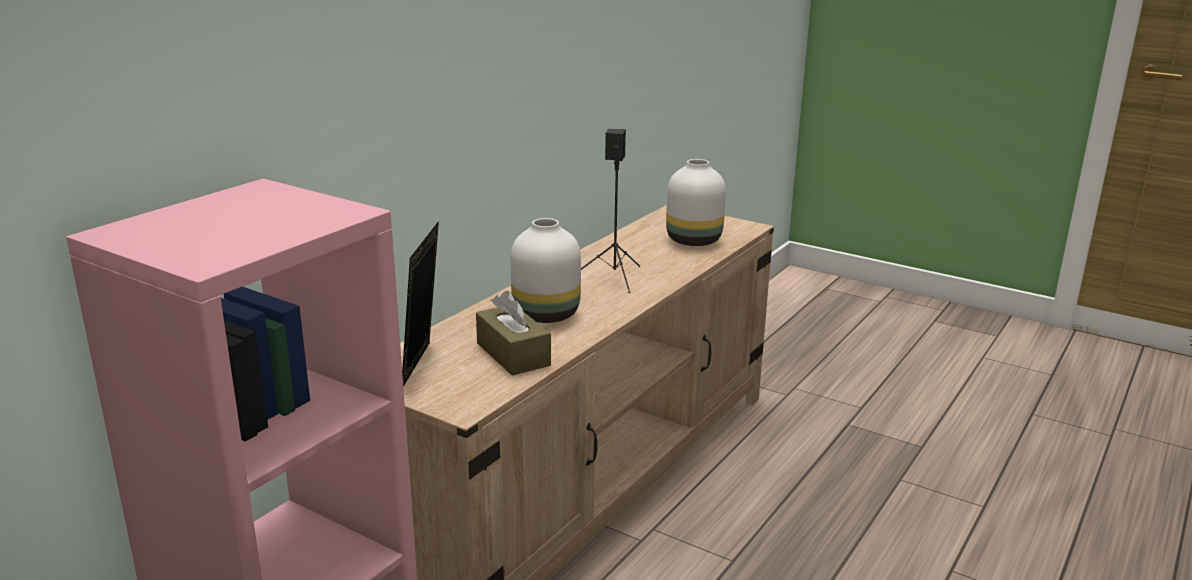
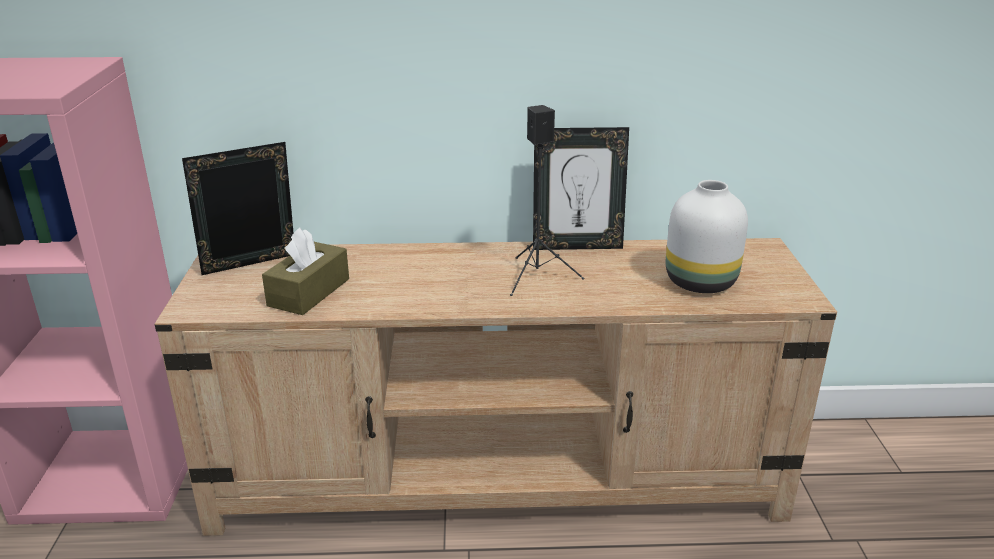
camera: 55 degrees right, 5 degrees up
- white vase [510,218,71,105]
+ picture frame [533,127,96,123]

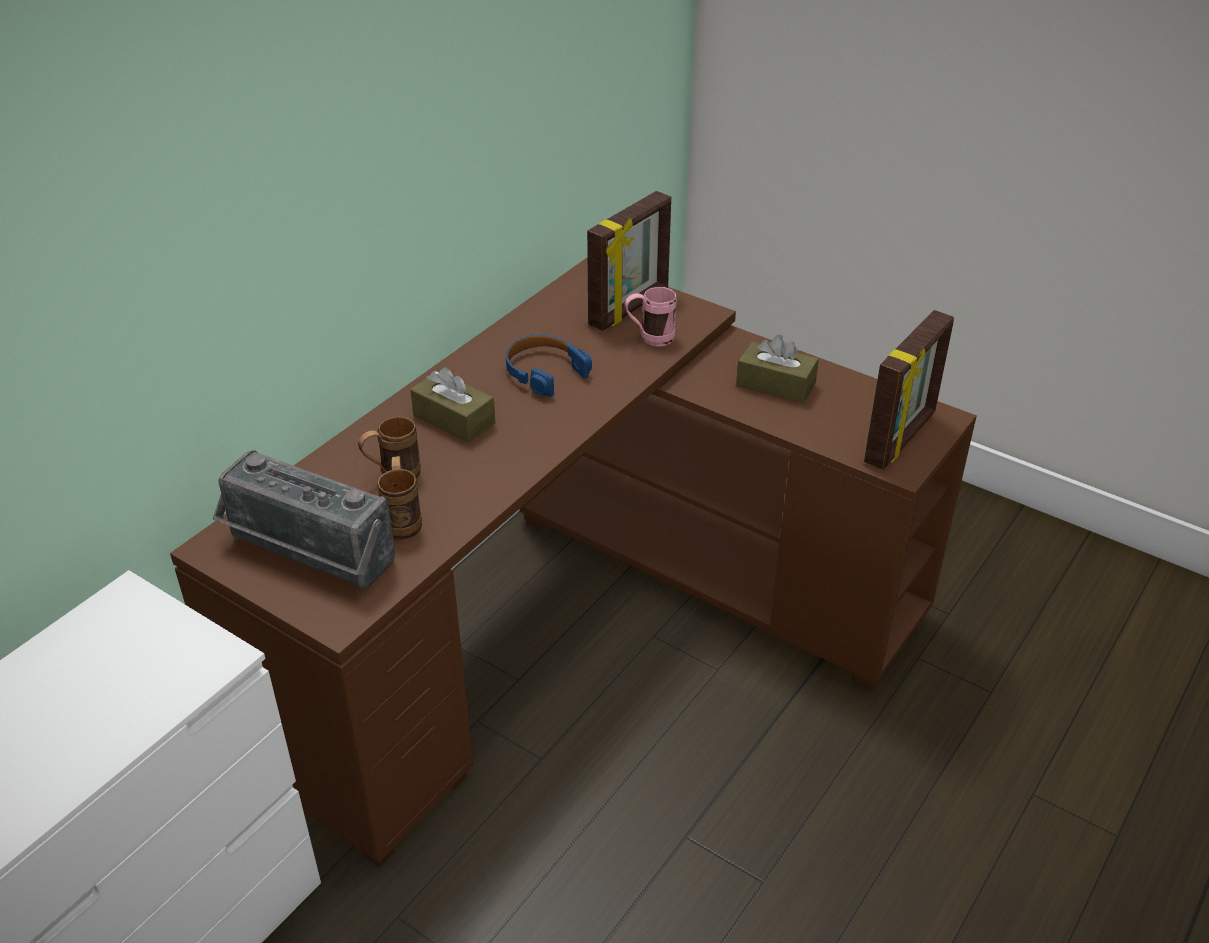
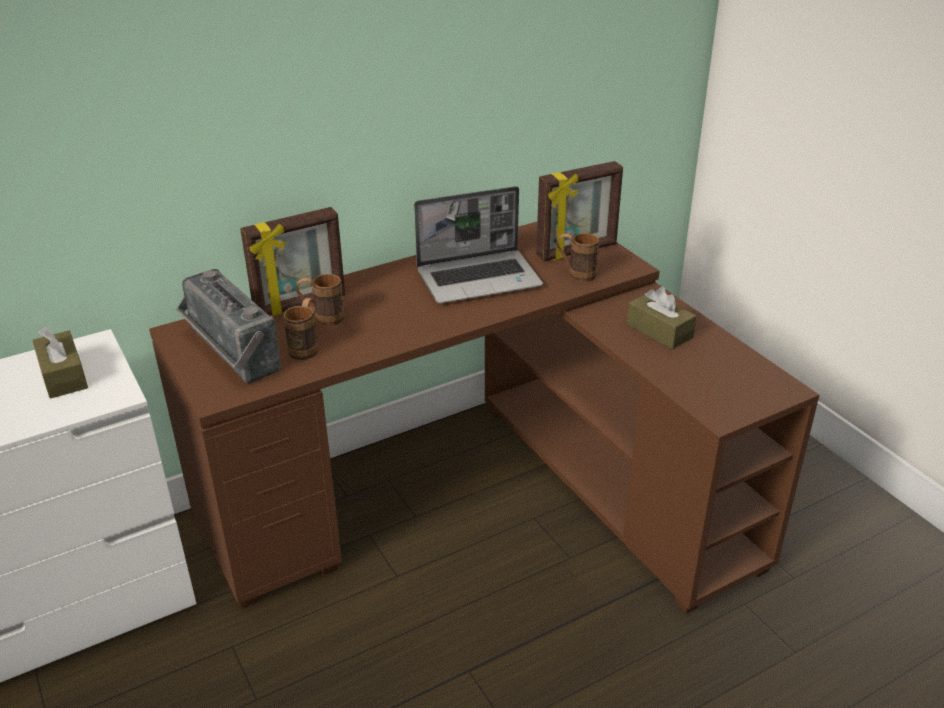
camera: 25 degrees right, 5 degrees down
~ brown tissue box [410,367,86,76] to [32,327,56,72]
~ blue headphones [506,334,86,63] to laptop [414,186,129,117]
~ pink mug [625,287,52,60] to brown mug [557,233,42,49]
~ picture frame [864,310,90,160] to [240,207,105,109]

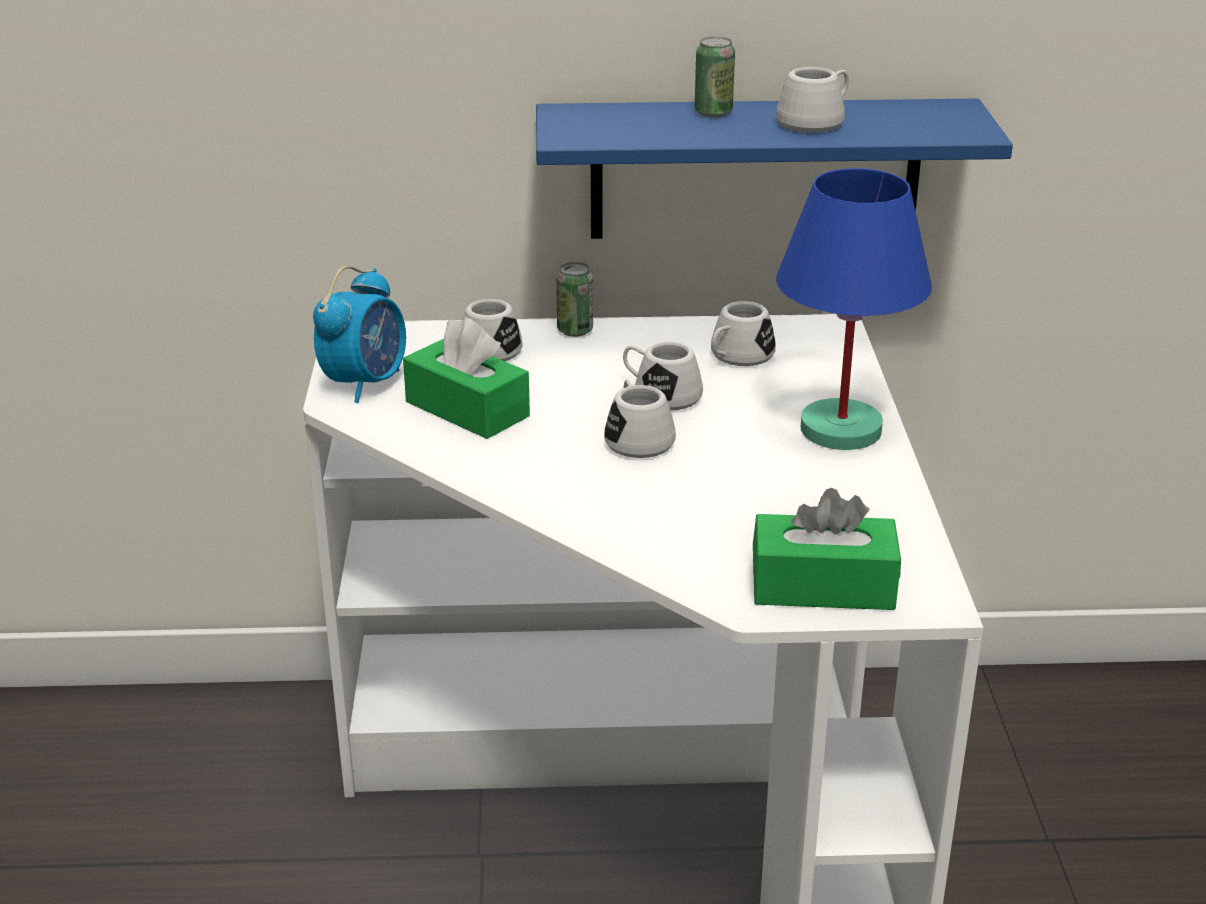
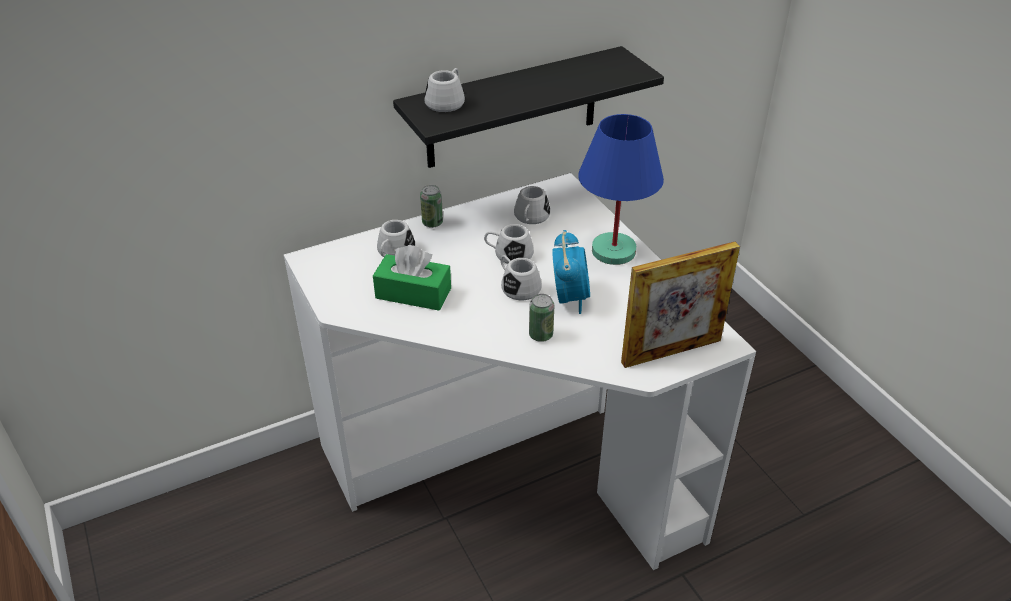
camera: 25 degrees left, 10 degrees up
~ alarm clock [313,266,93,137] to [552,230,38,84]
~ blue shelf [536,99,477,140] to black shelf [393,46,271,122]
~ can [695,37,40,80] to [529,294,25,48]
~ green tissue box [753,488,148,122] to picture frame [621,242,119,126]
~ white mug [776,67,73,65] to [424,68,41,44]

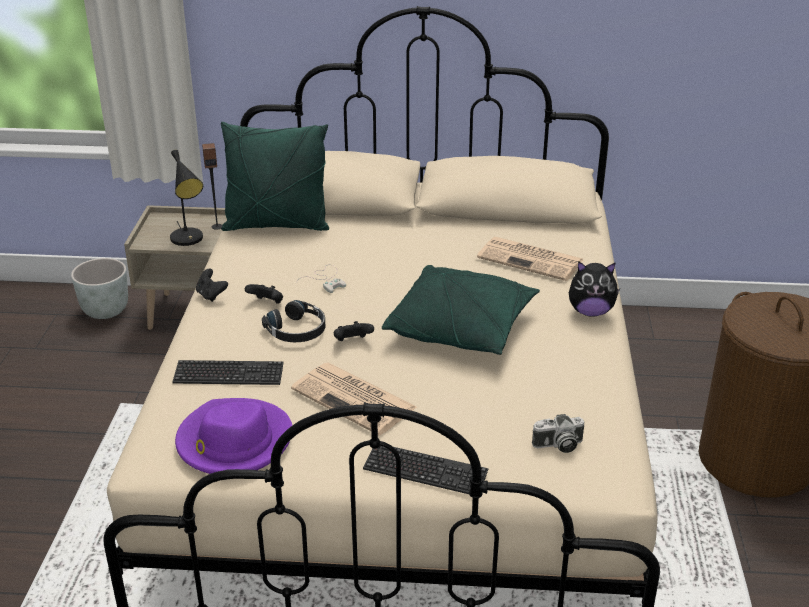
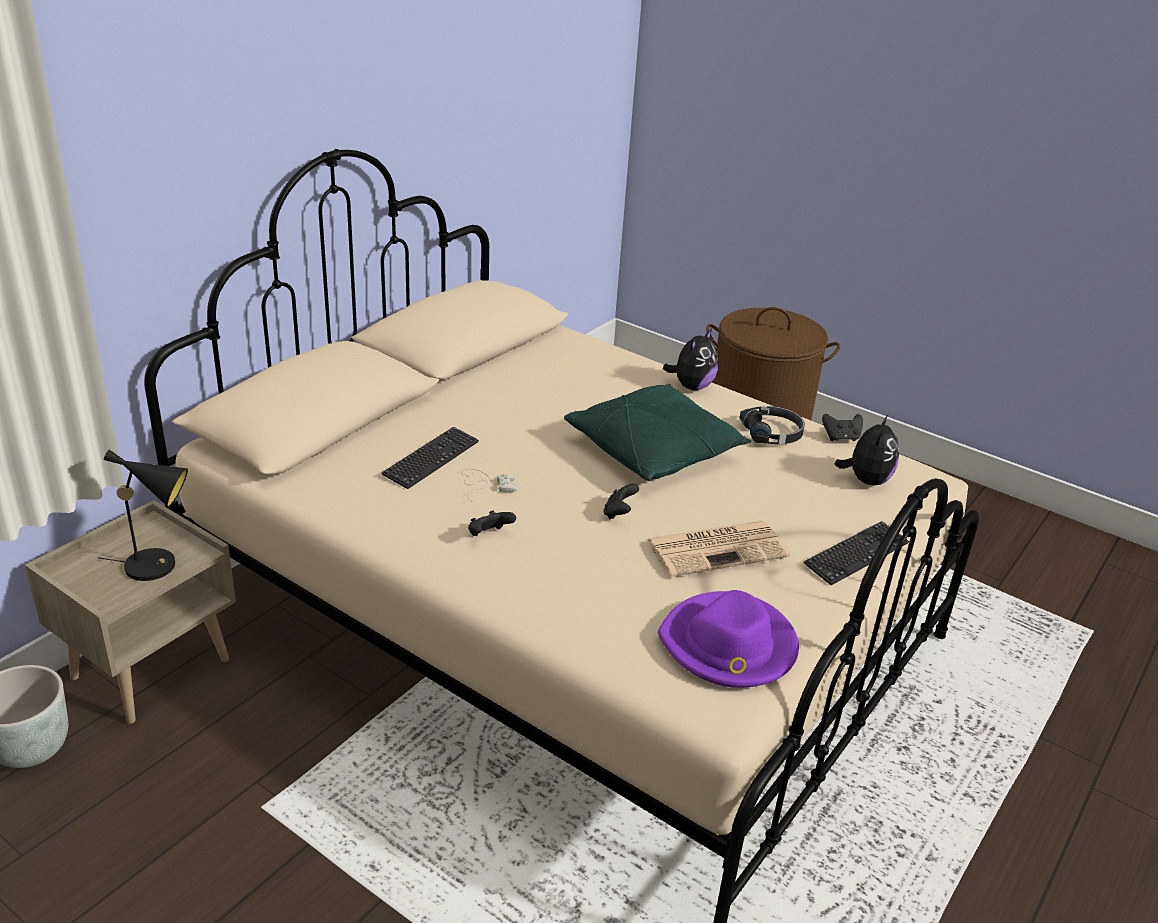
camera: 60 degrees left, 0 degrees up
~ keyboard [173,360,111,25] to [381,427,98,62]
~ black game controller [196,269,32,33] to [822,414,41,27]
- speaker [202,143,20,87]
- green pillow [221,122,108,109]
~ black headphones [262,300,63,42] to [739,406,66,38]
- newspaper [477,237,106,44]
~ photo camera [532,414,52,39] to plush toy [834,414,65,71]

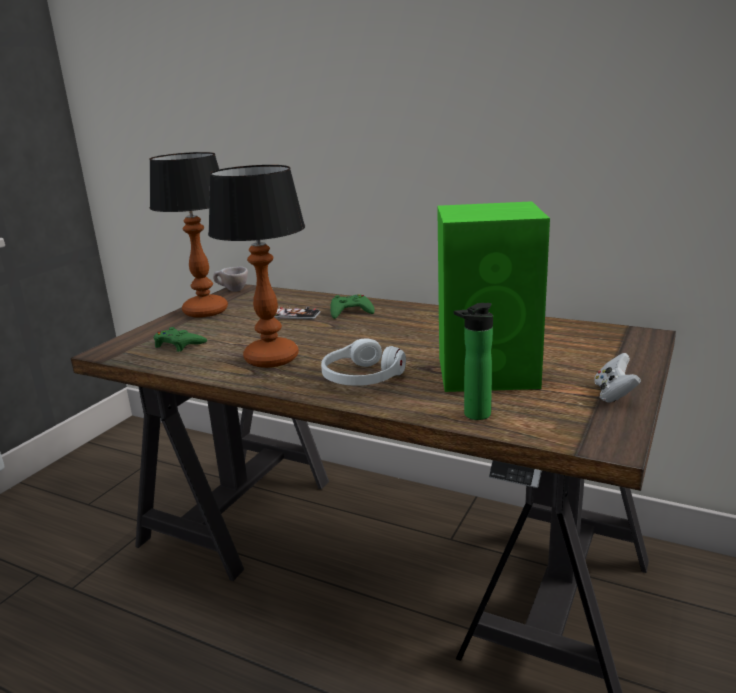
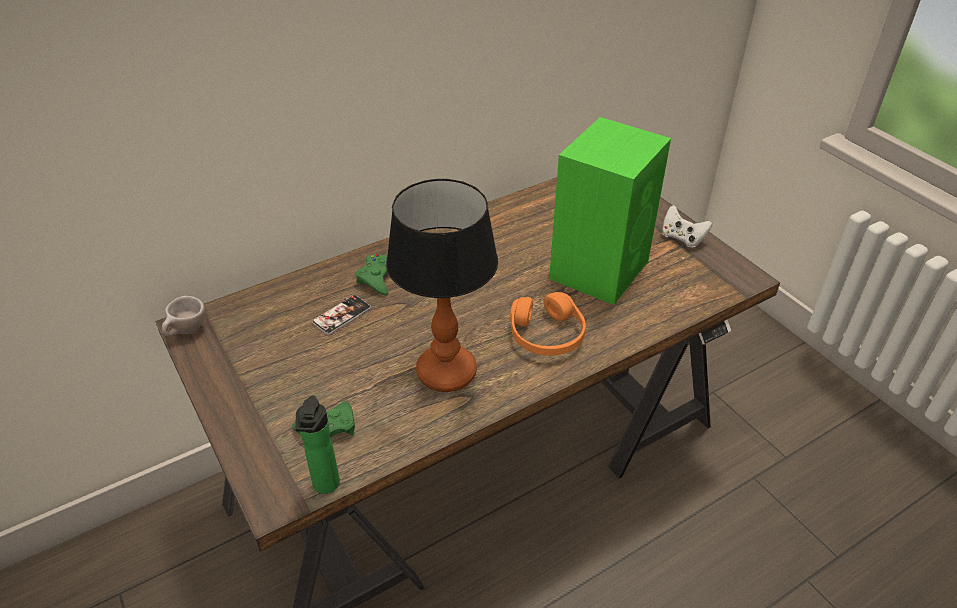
camera: 60 degrees left, 20 degrees up
- table lamp [149,152,79,166]
~ white headphones [321,339,85,47] to orange headphones [510,292,76,64]
~ bottle [454,303,39,117] to [295,395,45,99]

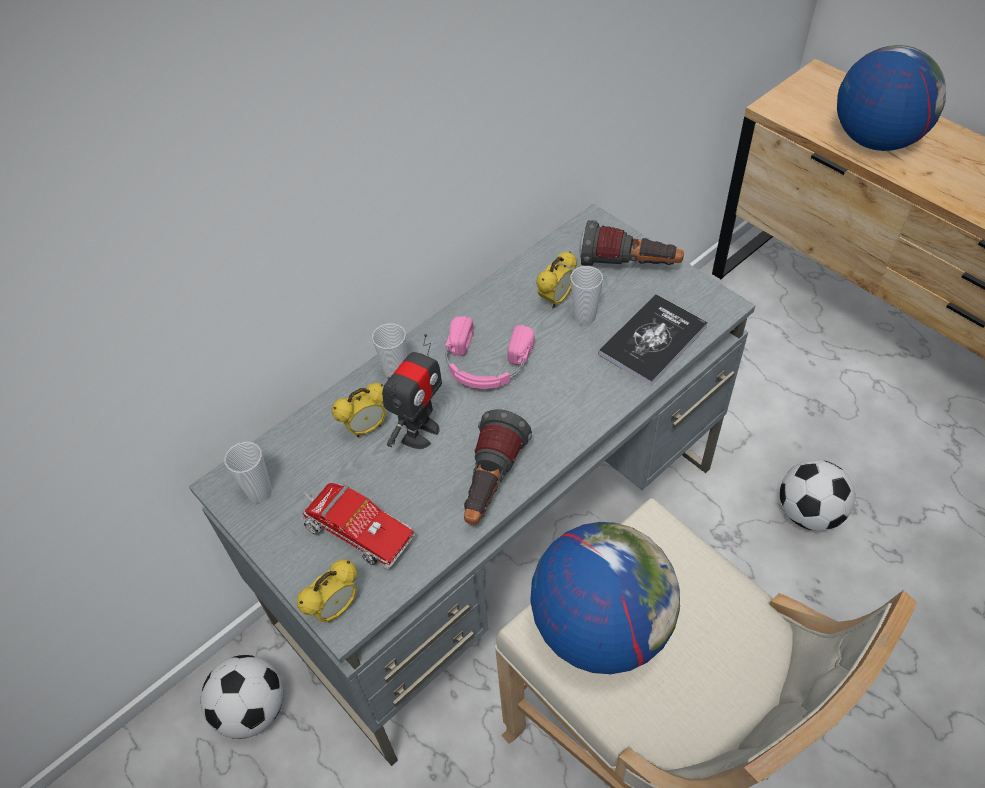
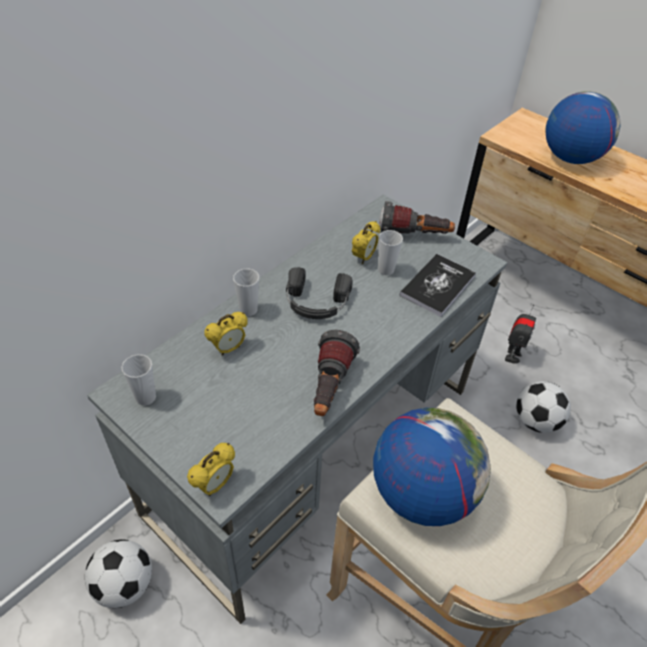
camera: 10 degrees left, 5 degrees down
- toy truck [301,483,114,86]
~ toy robot [382,334,60,115] to [505,305,31,59]
~ pink headphones [446,316,88,73] to black headphones [286,267,67,52]

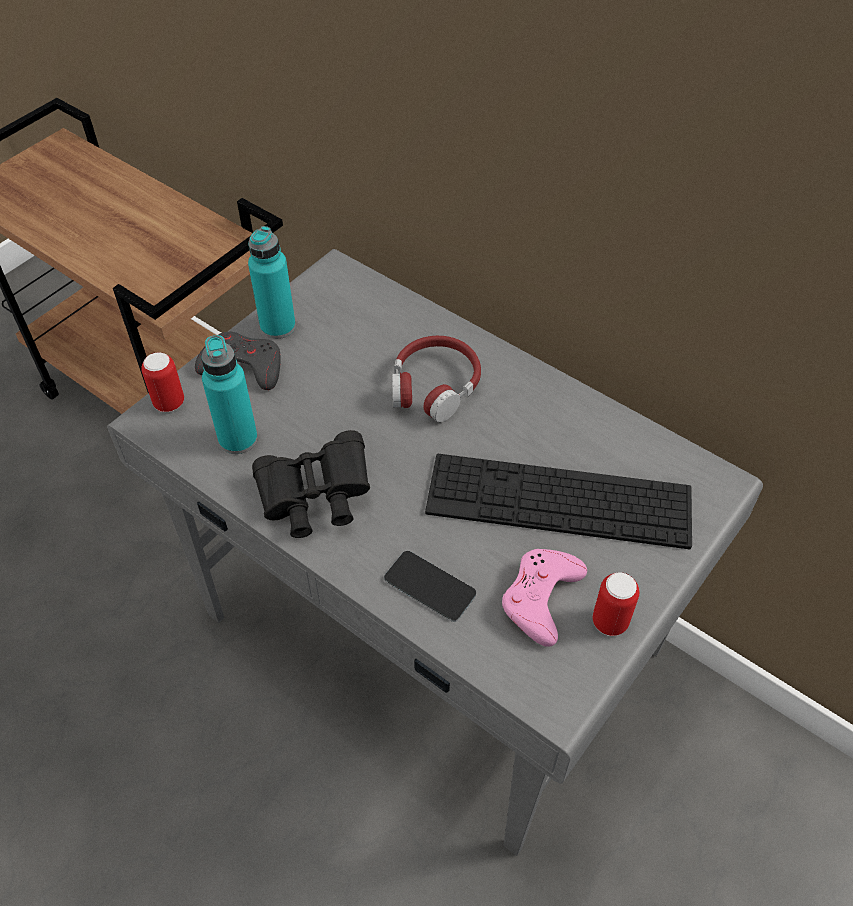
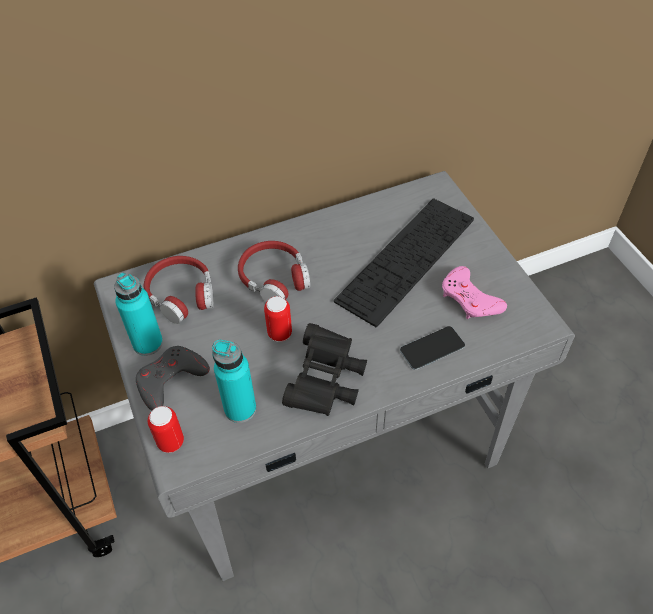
camera: 60 degrees left, 0 degrees up
~ can [592,572,47,64] to [264,296,28,46]
+ red headphones [144,256,70,68]

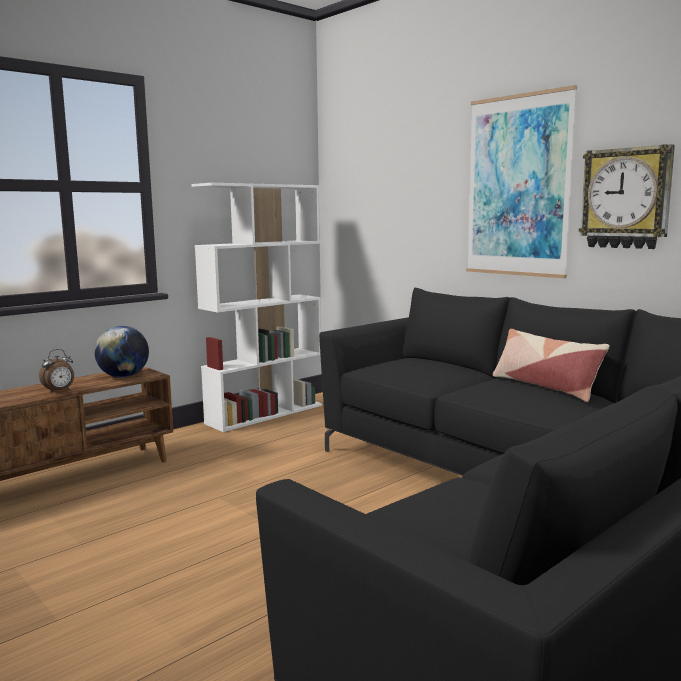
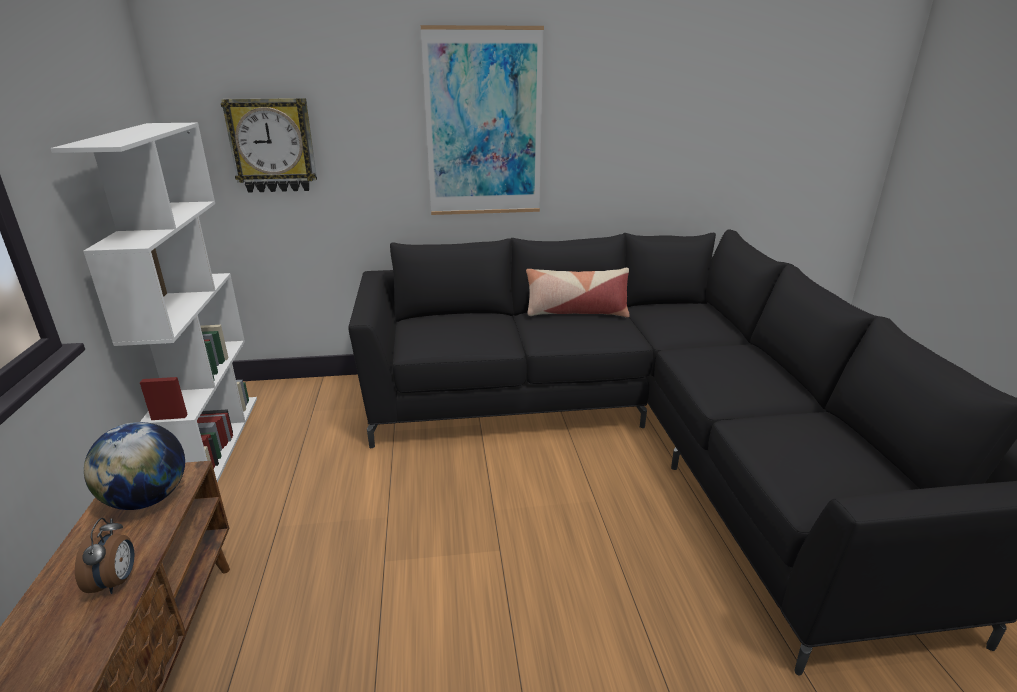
camera: 55 degrees left, 15 degrees up
~ wall clock [579,144,96,105] to [221,98,96,95]

